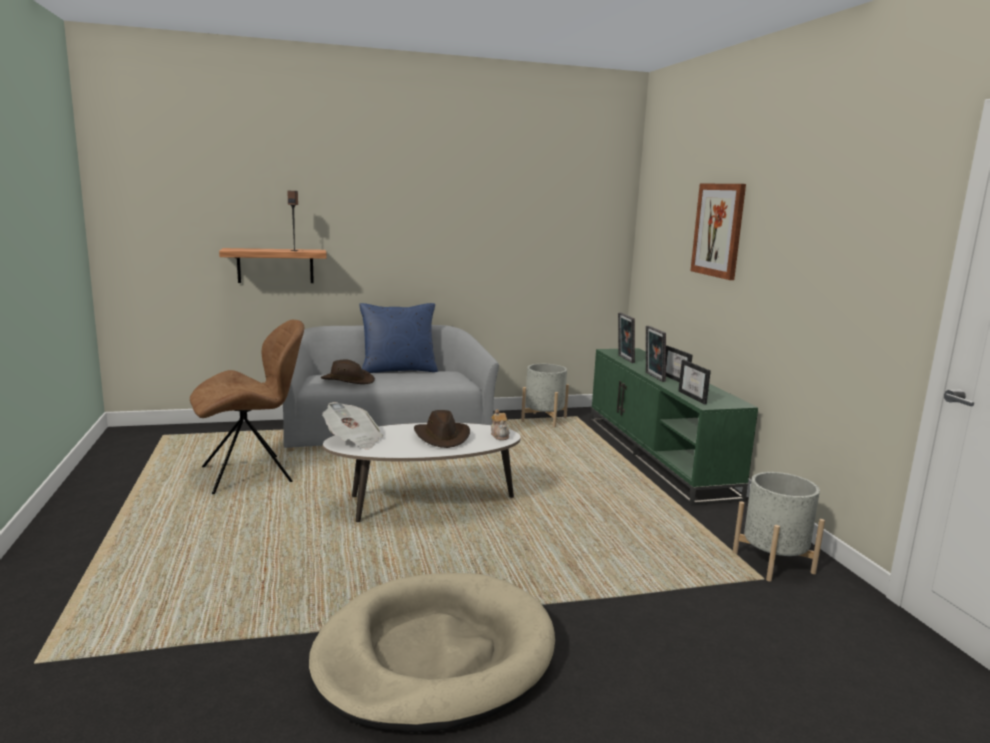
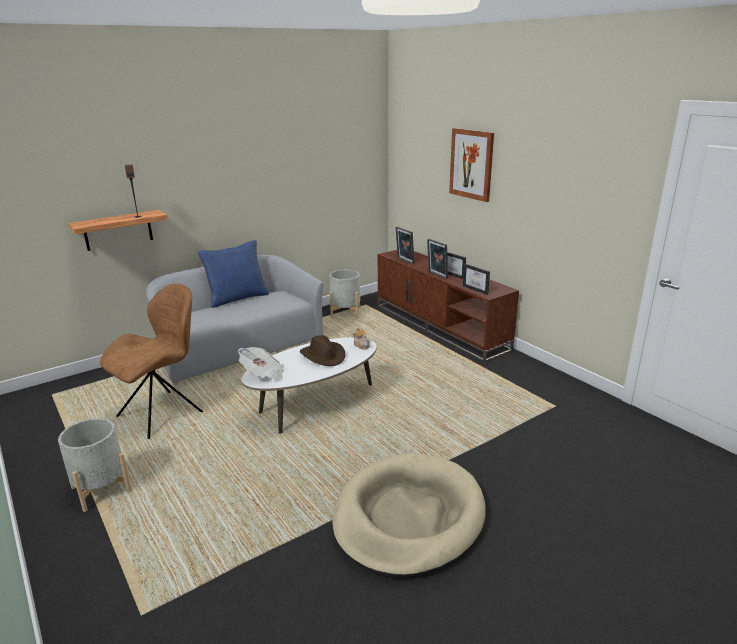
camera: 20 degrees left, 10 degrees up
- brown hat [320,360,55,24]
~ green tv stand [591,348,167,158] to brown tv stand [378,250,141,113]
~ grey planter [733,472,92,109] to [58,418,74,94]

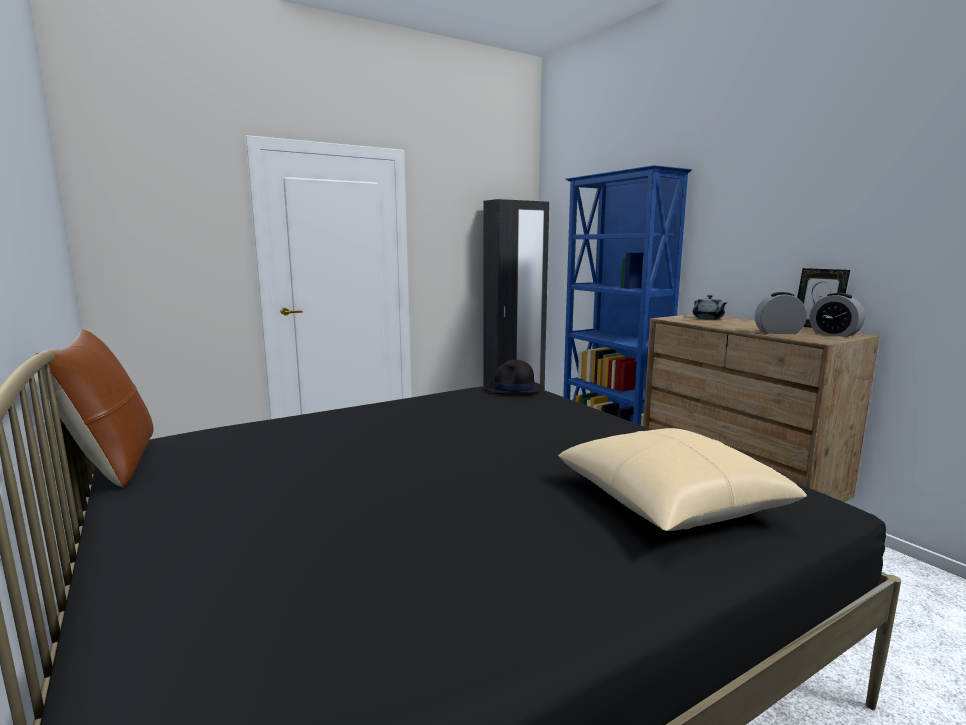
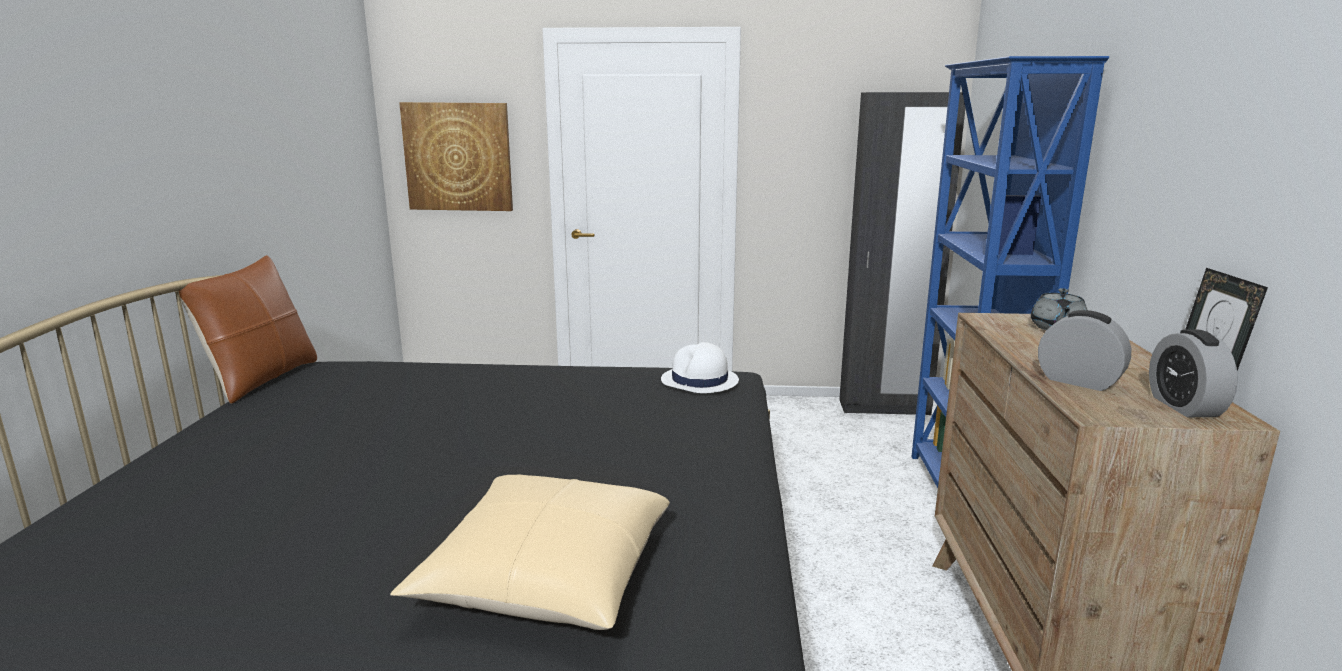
camera: 35 degrees right, 5 degrees up
~ black hat [484,359,59,34] to white hat [661,342,78,51]
+ picture [399,102,114,109]

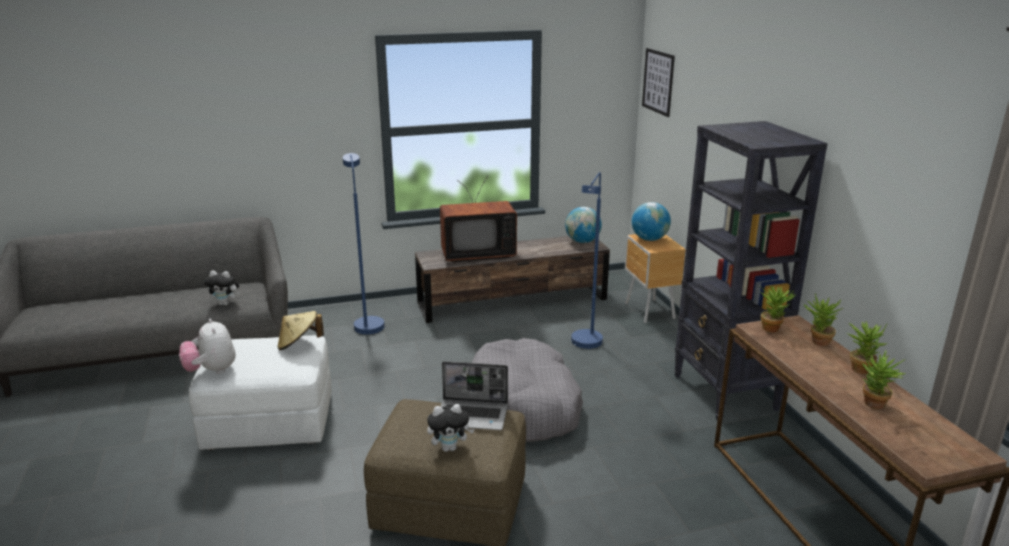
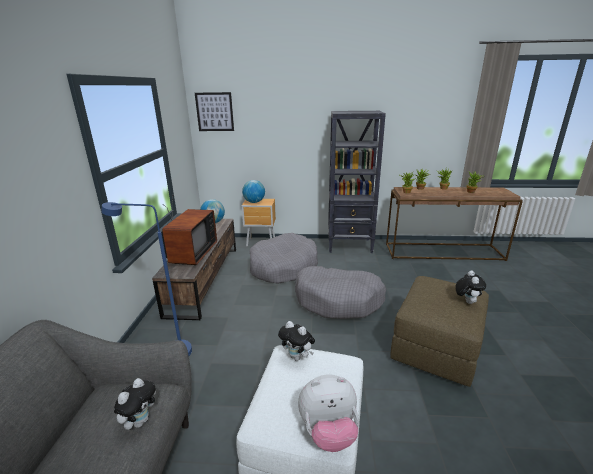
camera: 70 degrees left, 0 degrees up
~ beige hat [277,311,47,39] to plush toy [278,321,37,40]
- laptop [440,361,68,69]
~ blue floor lamp [571,172,32,177] to grey dog bed [249,233,69,51]

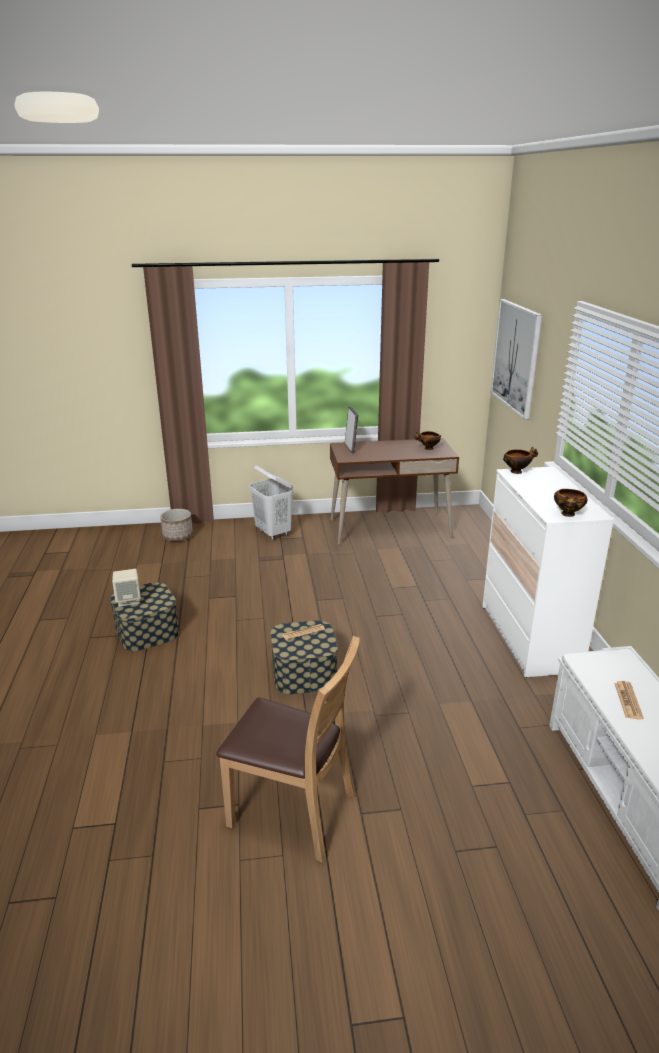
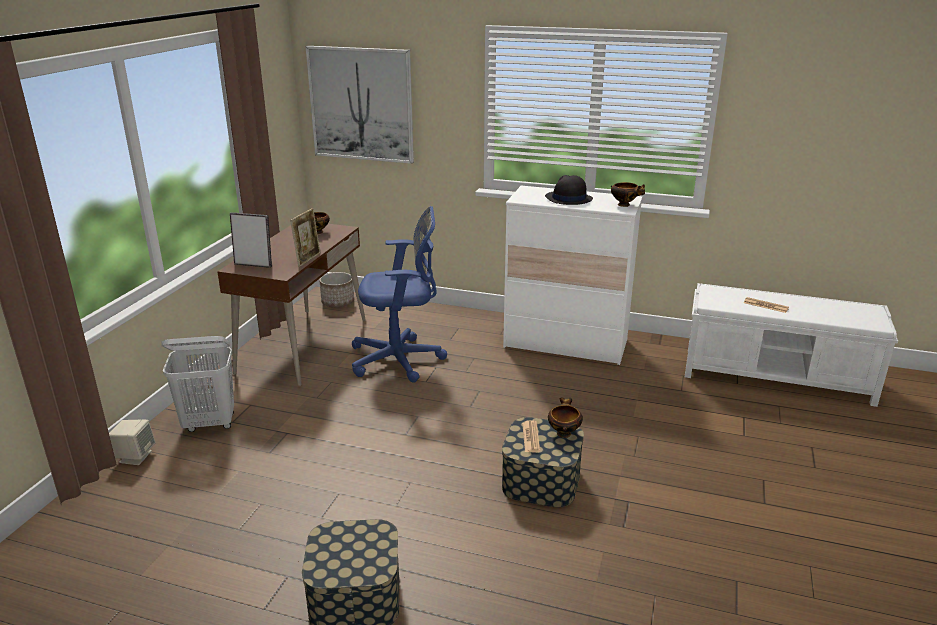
camera: 65 degrees left, 0 degrees up
~ beige speaker [112,569,29,38] to [109,420,47,45]
~ planter [160,509,33,32] to [319,272,35,35]
- brown chair [216,636,144,227]
~ bowl [503,447,35,27] to [548,397,35,41]
+ picture frame [290,208,30,59]
+ blue office chair [352,206,95,177]
+ black hat [545,175,48,30]

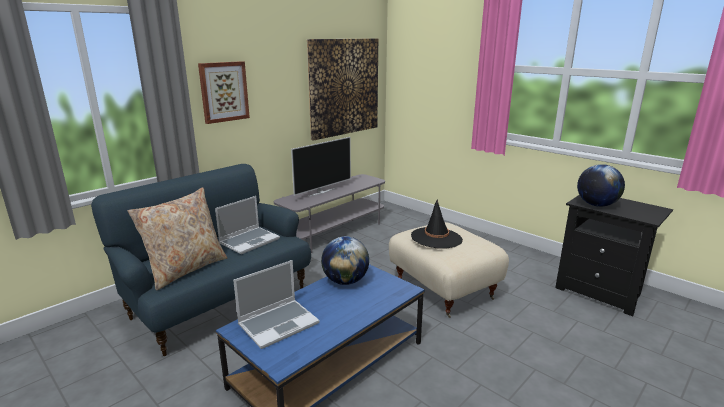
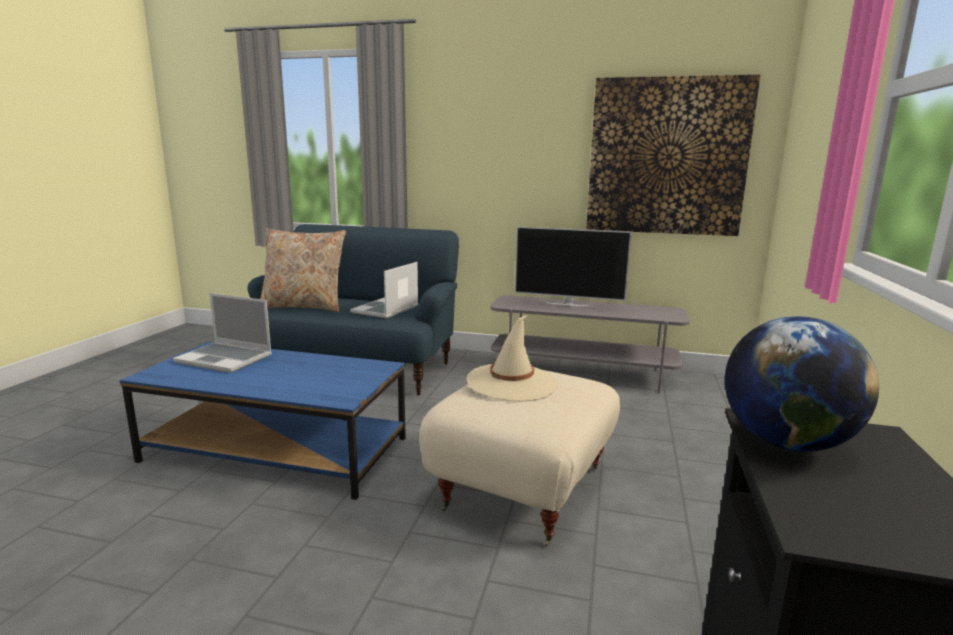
camera: 60 degrees right, 5 degrees down
- picture [198,61,52,63]
~ laptop [215,196,65,58] = [350,262,69,57] 105 degrees clockwise
- globe [321,236,48,49]
~ black hat [411,199,52,50] to beige hat [466,315,92,86]

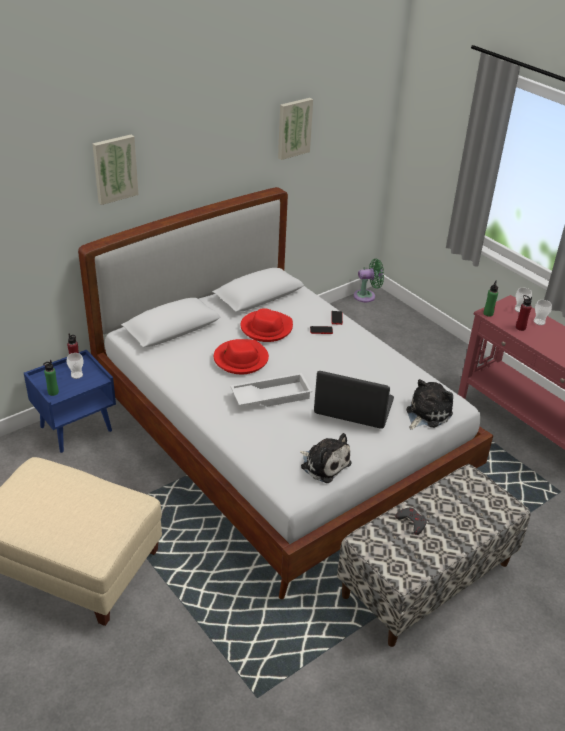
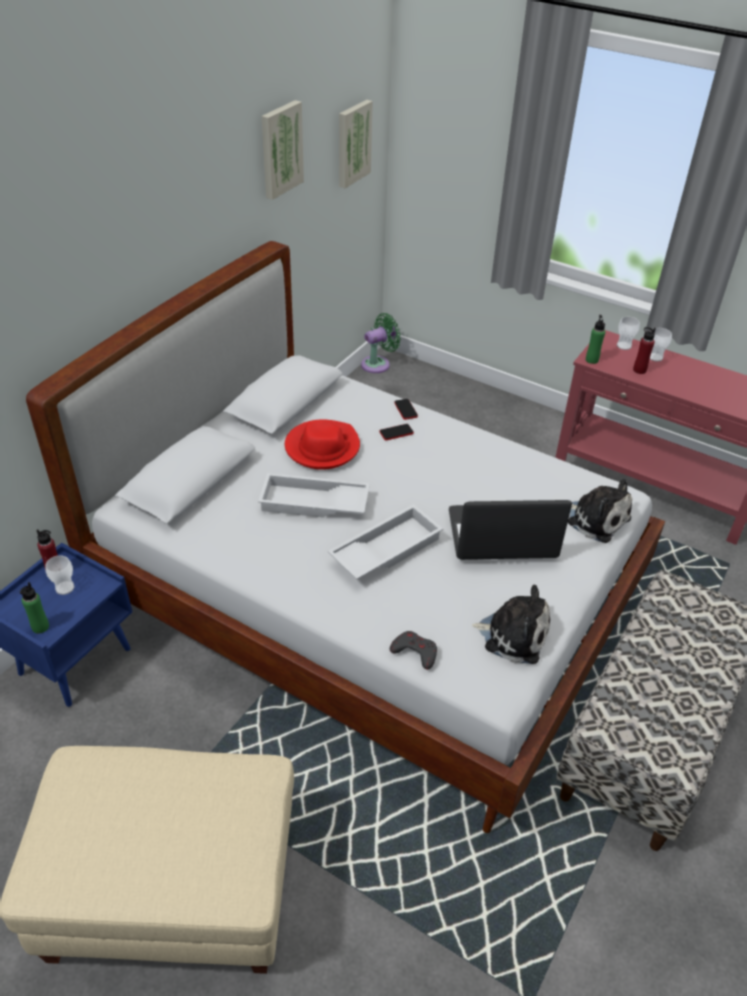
camera: 20 degrees left, 5 degrees up
~ picture [92,135,47,70] to [339,100,34,88]
~ red hat [214,339,55,35] to white tray [258,473,112,45]
~ grey game controller [395,508,32,27] to [390,631,47,39]
~ plush toy [406,379,47,51] = [568,479,64,64] 105 degrees clockwise

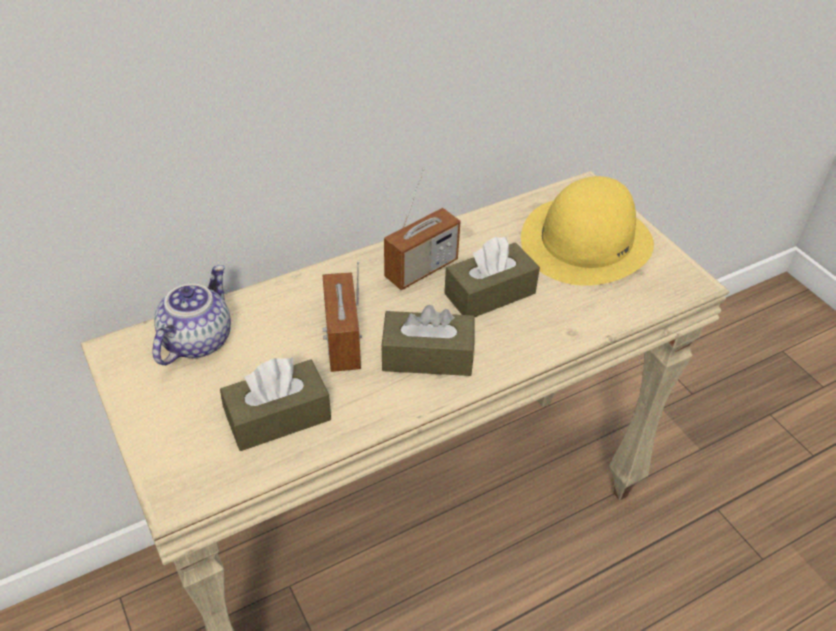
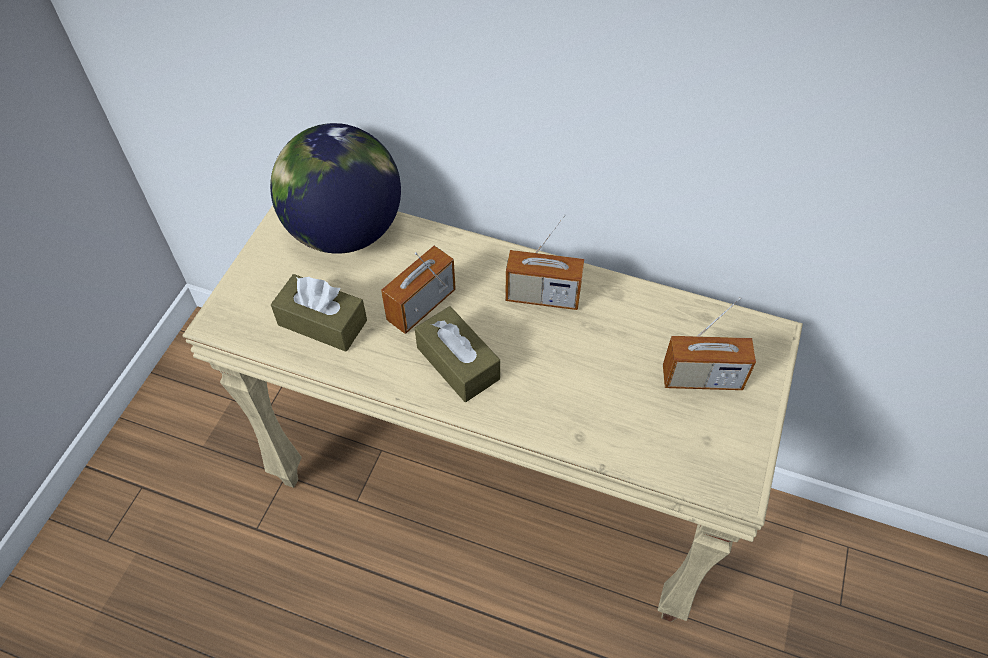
camera: 50 degrees right, 10 degrees up
~ teapot [152,265,79,100] to globe [270,123,131,131]
- brown tissue box [444,236,96,81]
~ yellow hat [521,176,133,110] to radio [663,297,93,93]

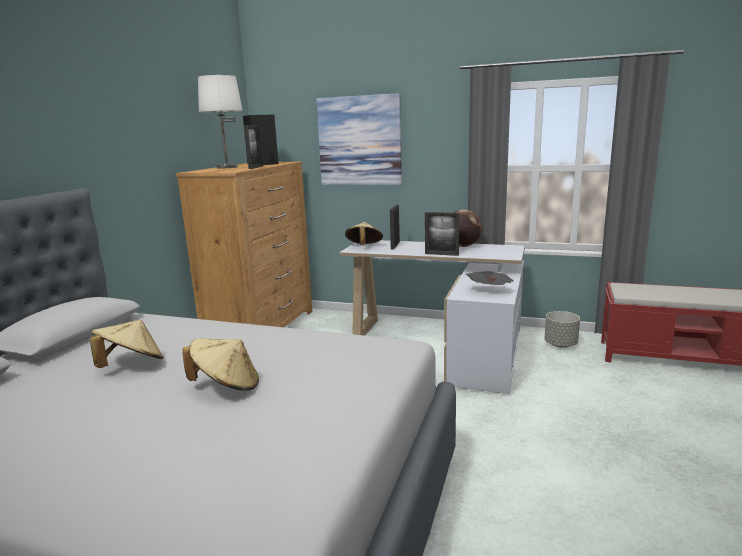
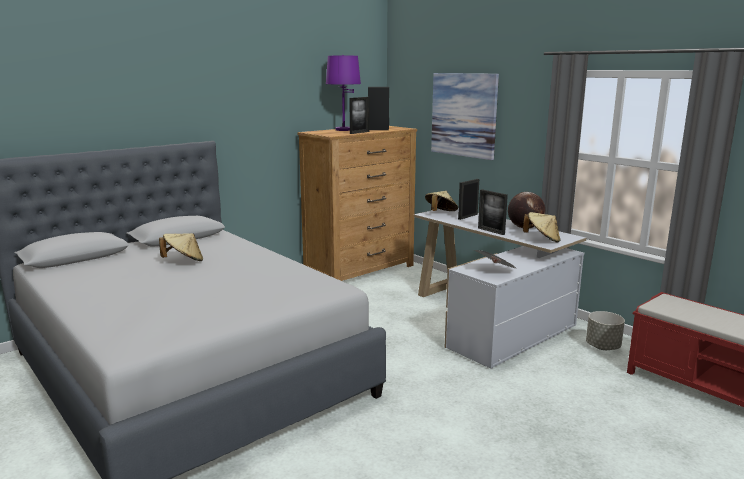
camera: 30 degrees right, 0 degrees up
~ beige hat [182,338,77,52] to [523,212,37,30]
~ white table lamp [198,75,45,94] to purple table lamp [326,55,35,76]

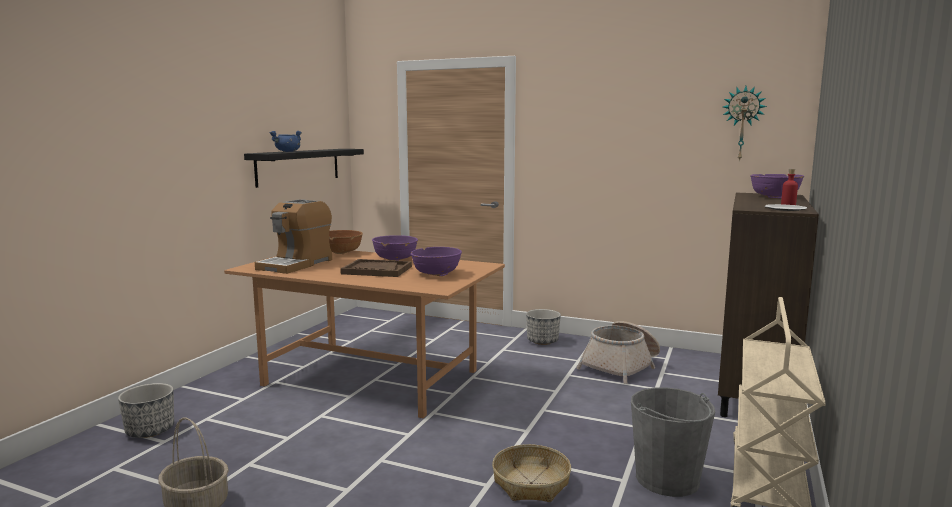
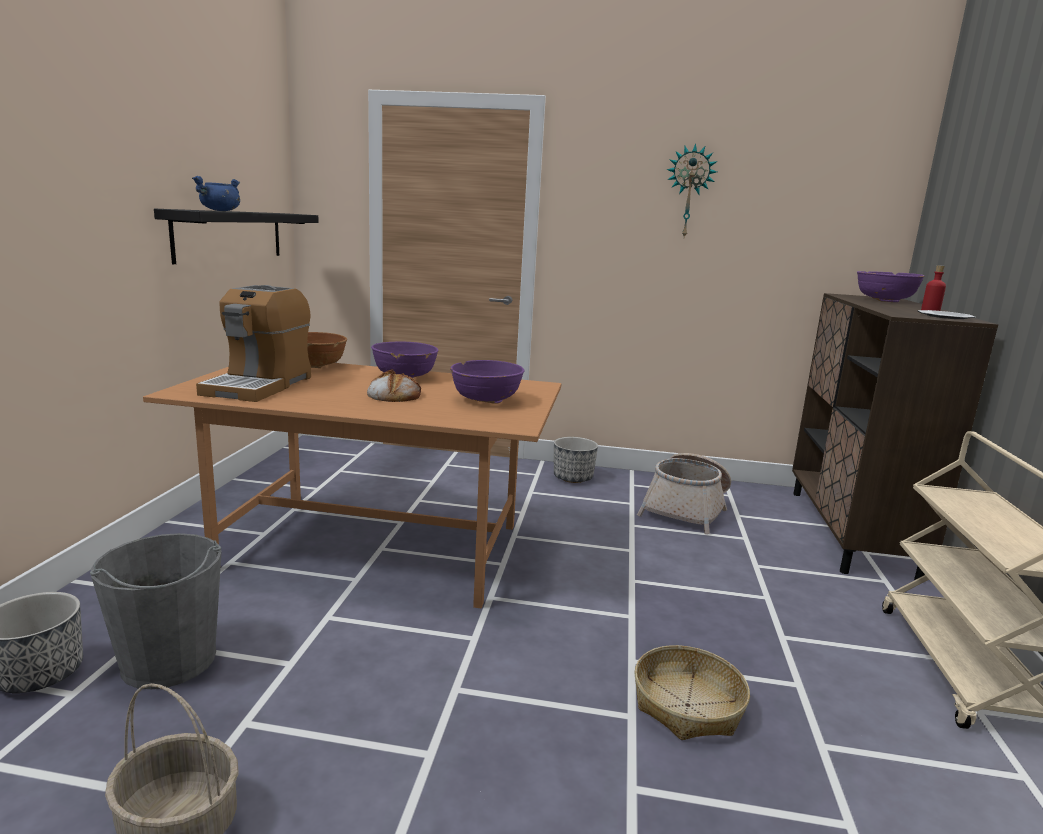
camera: 15 degrees left, 5 degrees up
~ brown tray [340,259,72,18] to bread [367,369,54,33]
~ grey bucket [631,387,84,110] to [90,533,132,156]
~ wall clock [723,86,44,76] to [666,143,51,94]

